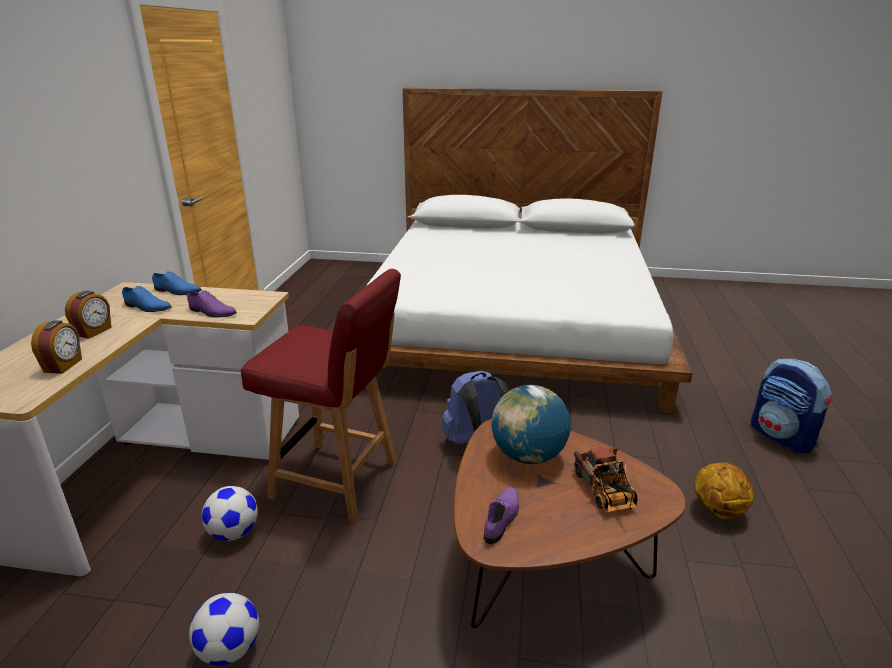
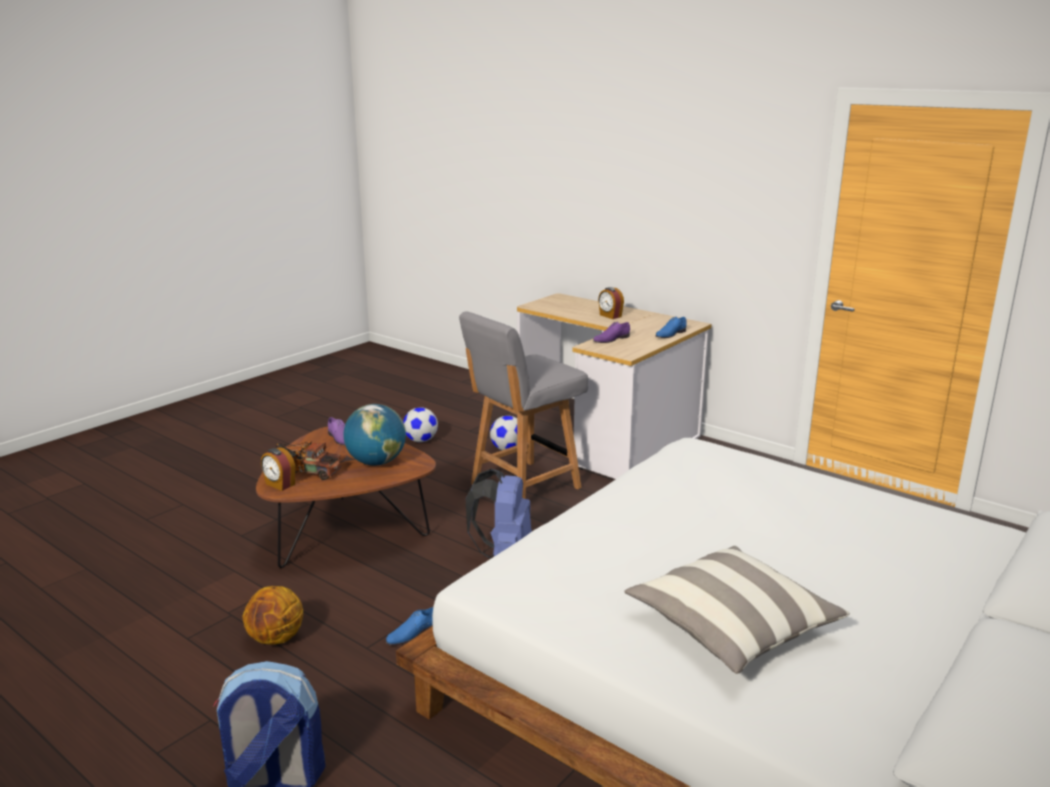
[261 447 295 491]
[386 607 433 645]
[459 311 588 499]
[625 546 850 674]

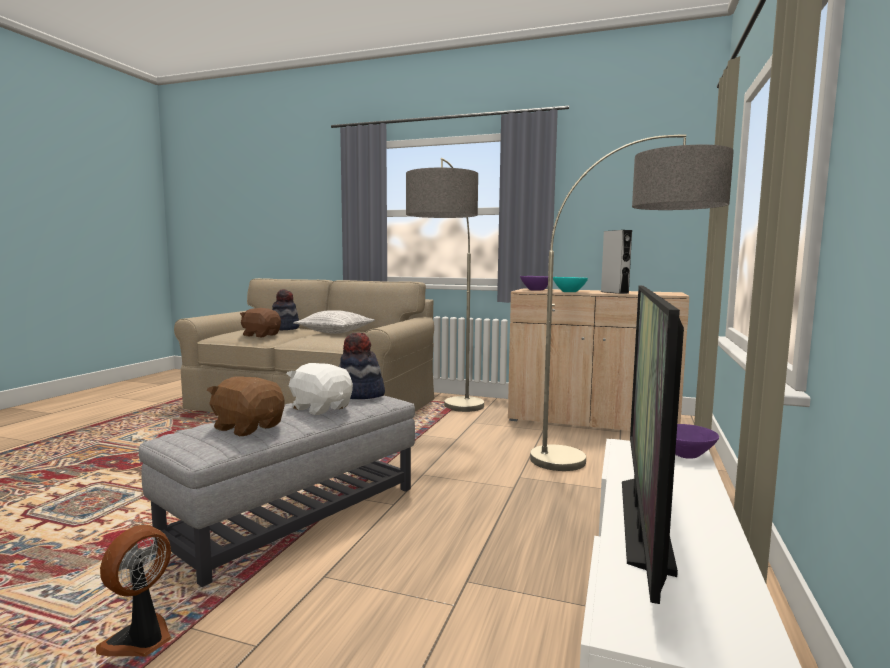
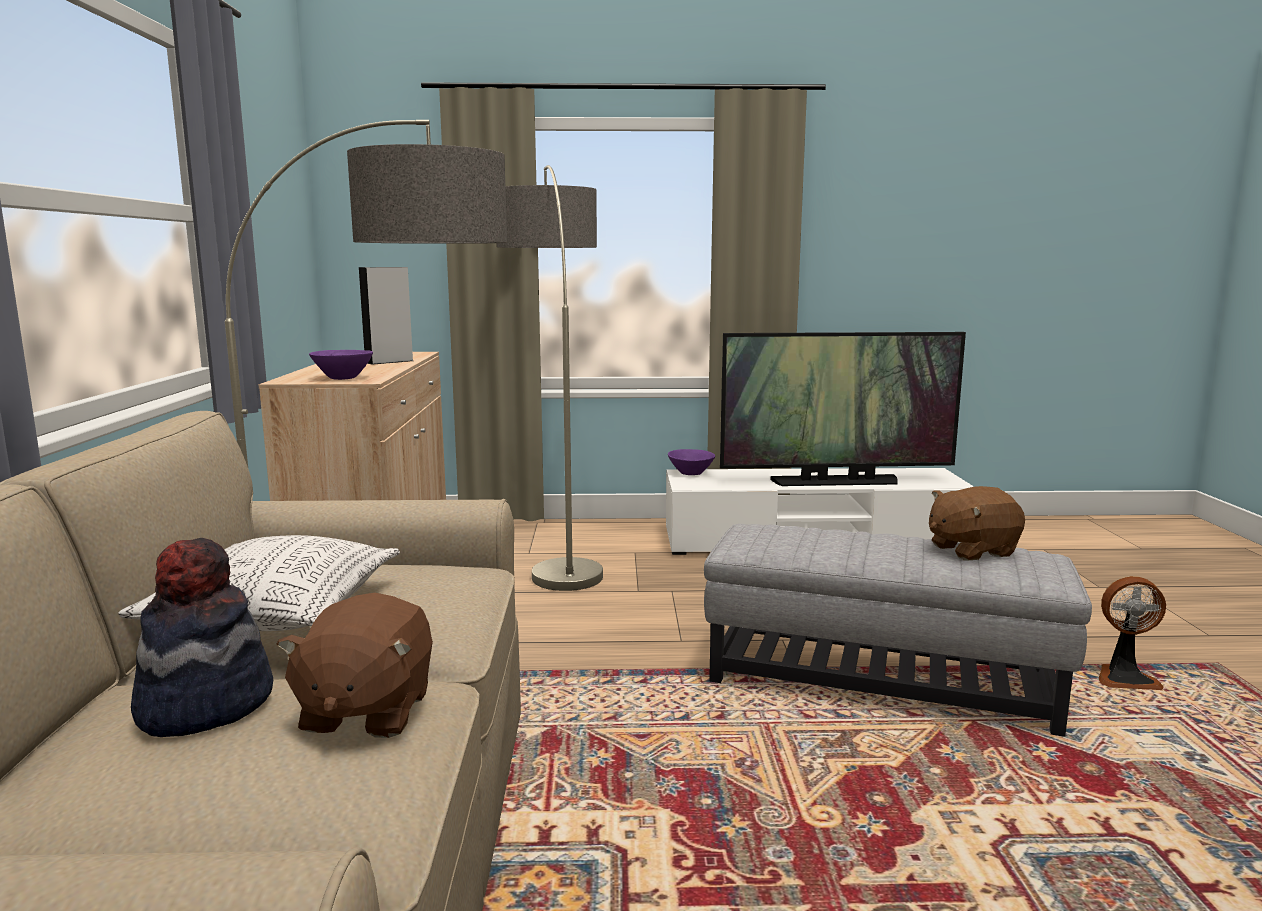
[929 486 1025 560]
[287 363 353 415] (first image)
[339 333 385 399] (first image)
[553 277 588 292] (first image)

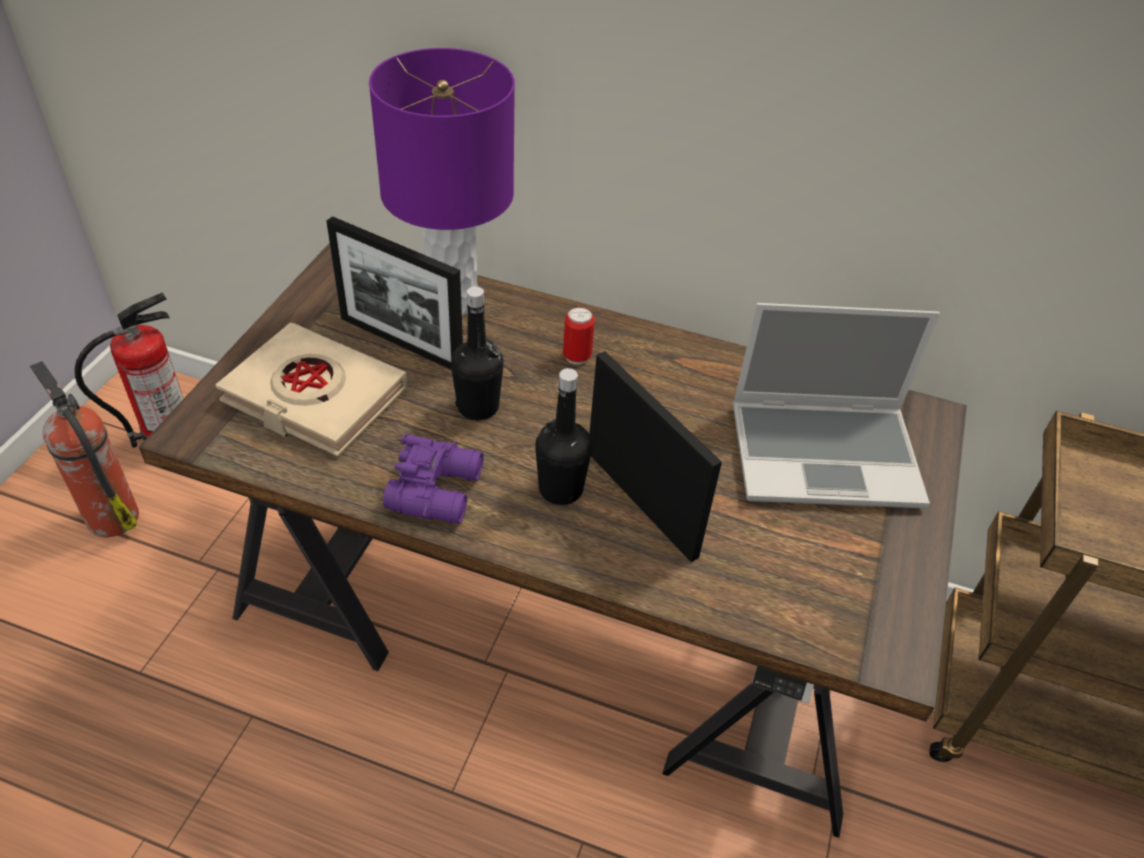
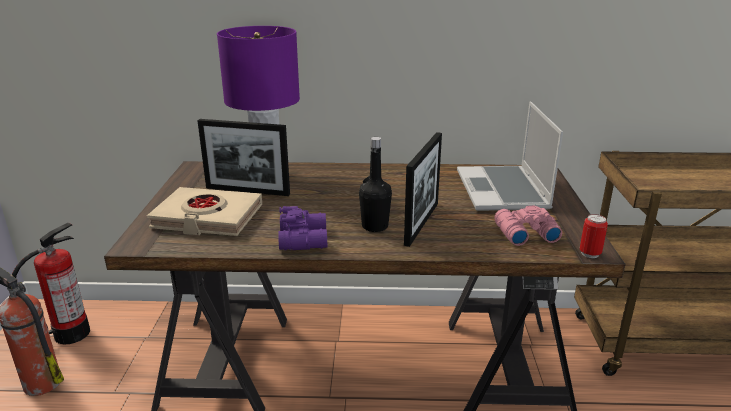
[451 286 504 420] (first image)
[580 214 608 258]
[404 132 442 247]
[457 101 563 211]
[494 205 562 246]

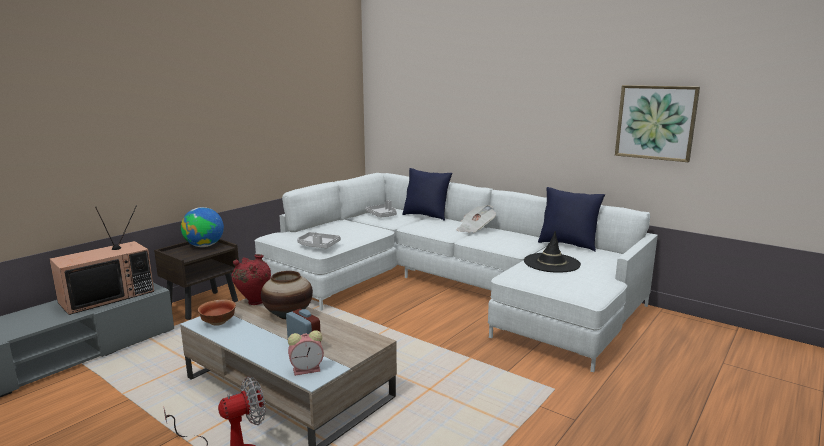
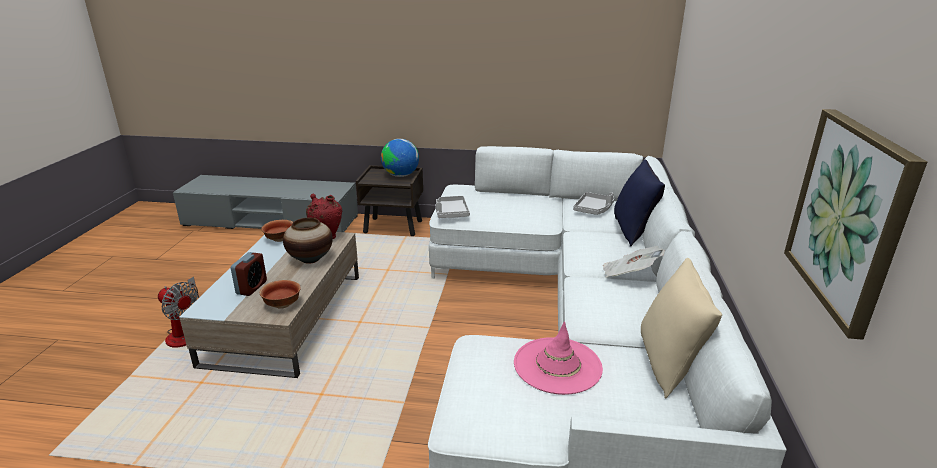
[49 205 154 315] (first image)
[288 330 324 376] (first image)
[514 321 603 395]
[641 258 722 398]
[260 280 301 309]

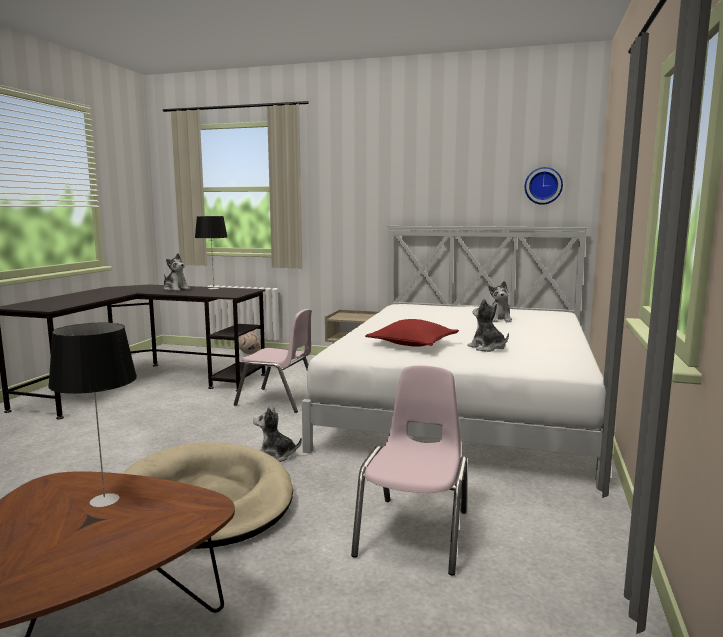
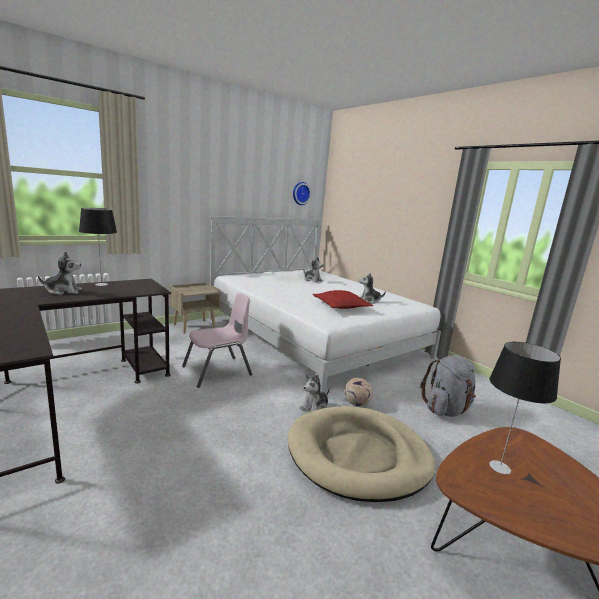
[344 378 373 406]
[420 355 476 417]

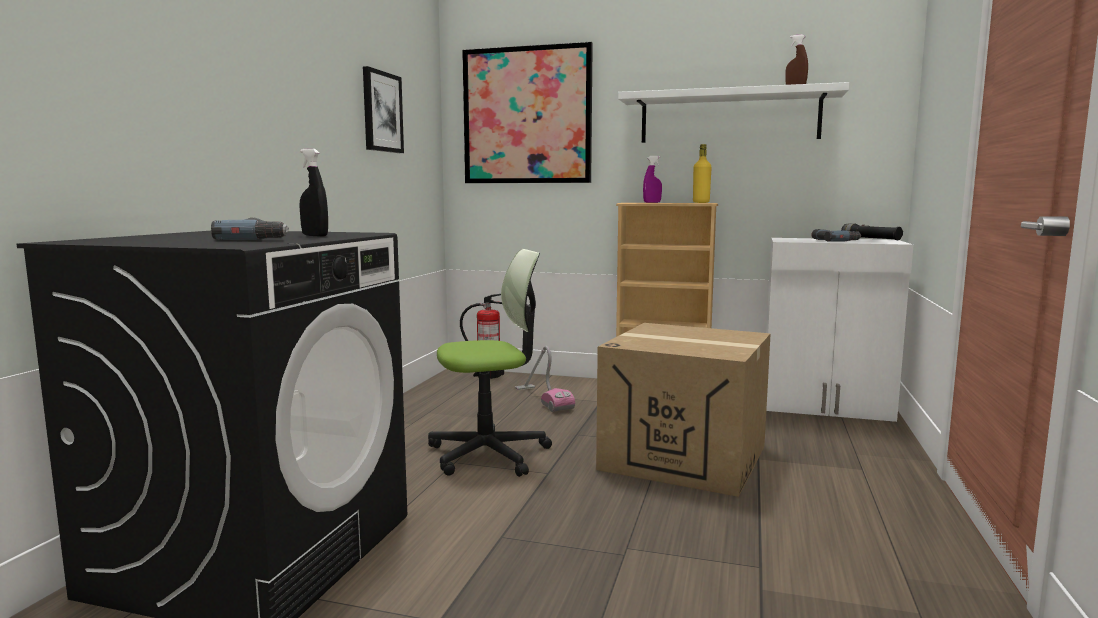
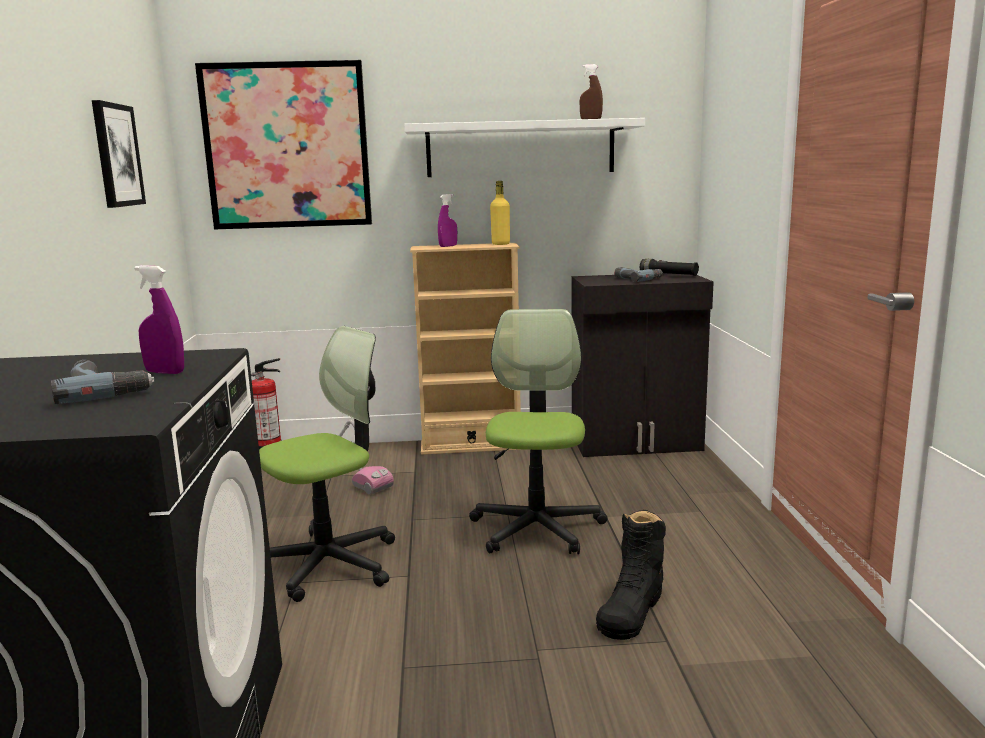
[134 265 184 374]
[469 309 607 554]
[572 273 713 457]
[596 510 666 640]

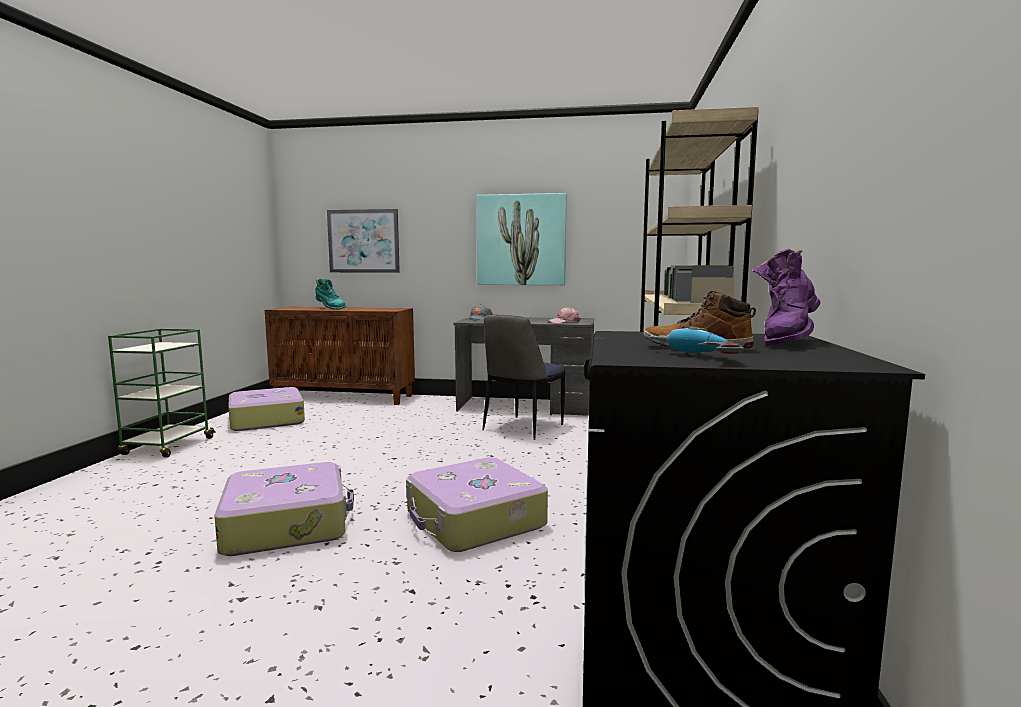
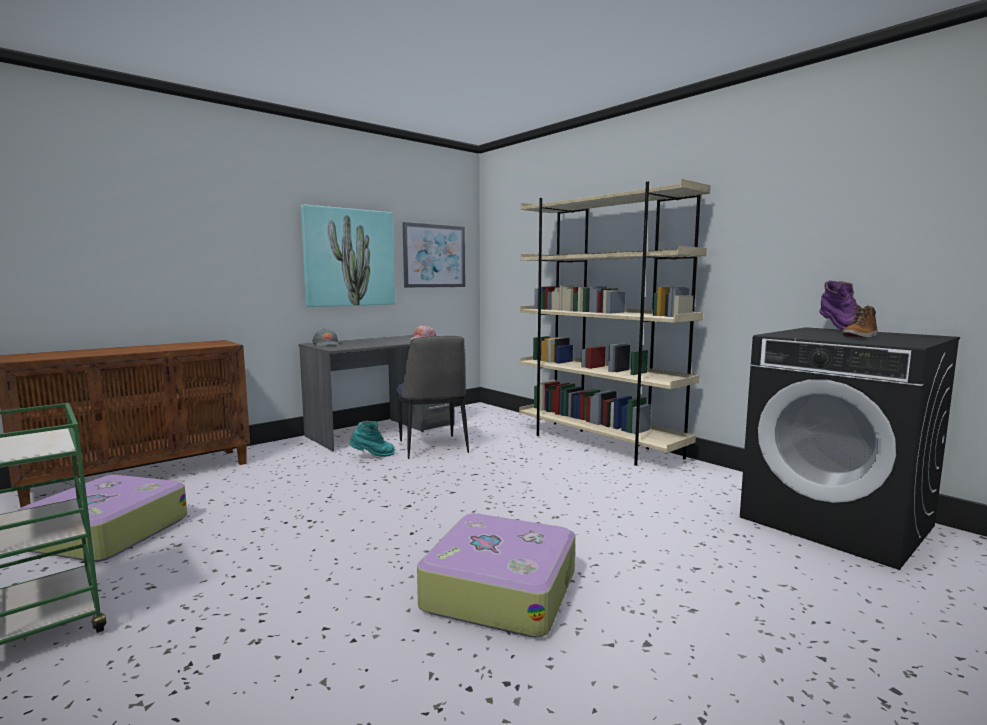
[349 421 395 457]
[402 222 465 288]
[406 457 548 552] (first image)
[650 326 745 355] (first image)

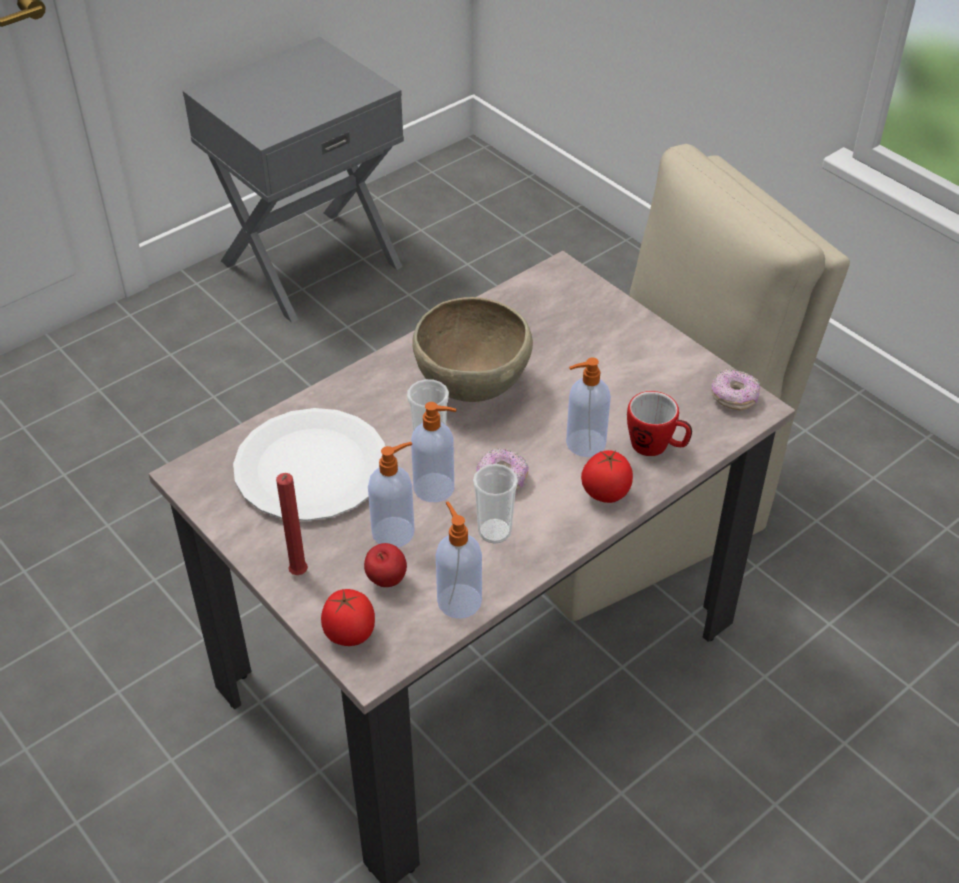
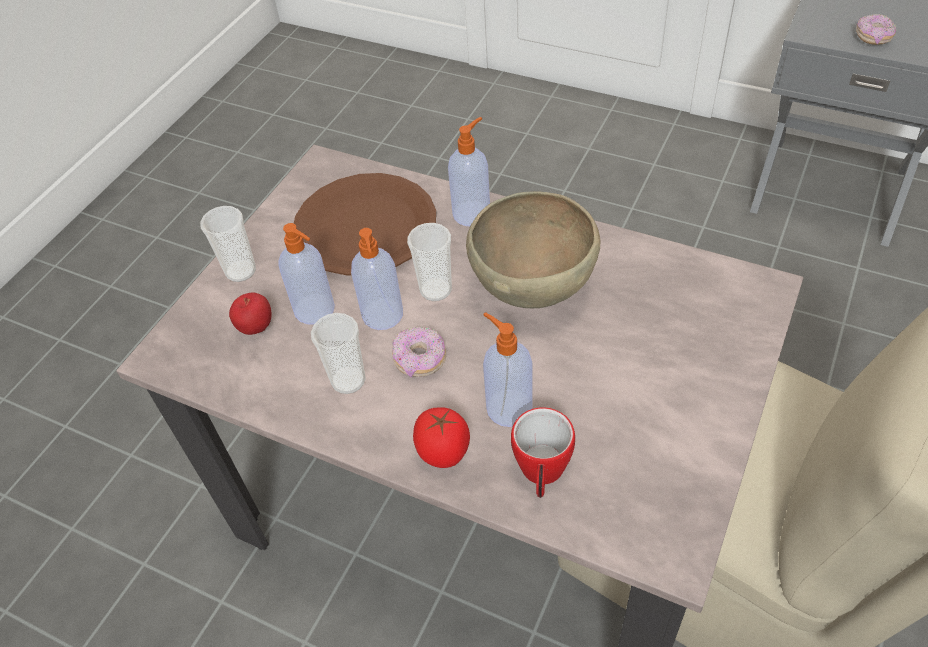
[294 173 436 276]
[200 206 256 282]
[321 589 375 646] (first image)
[448 117 490 226]
[856 14 896 45]

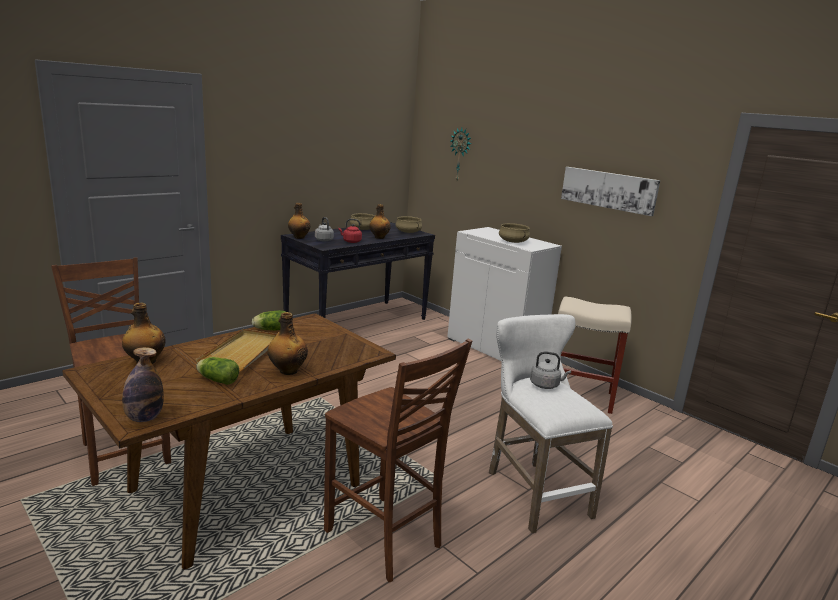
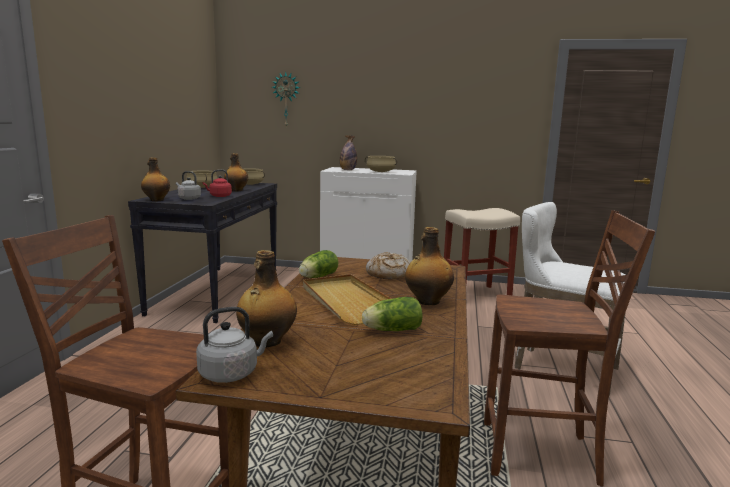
[340 136 357 170]
[196 307 273 383]
[561 167 660 216] (first image)
[366 252 411 280]

